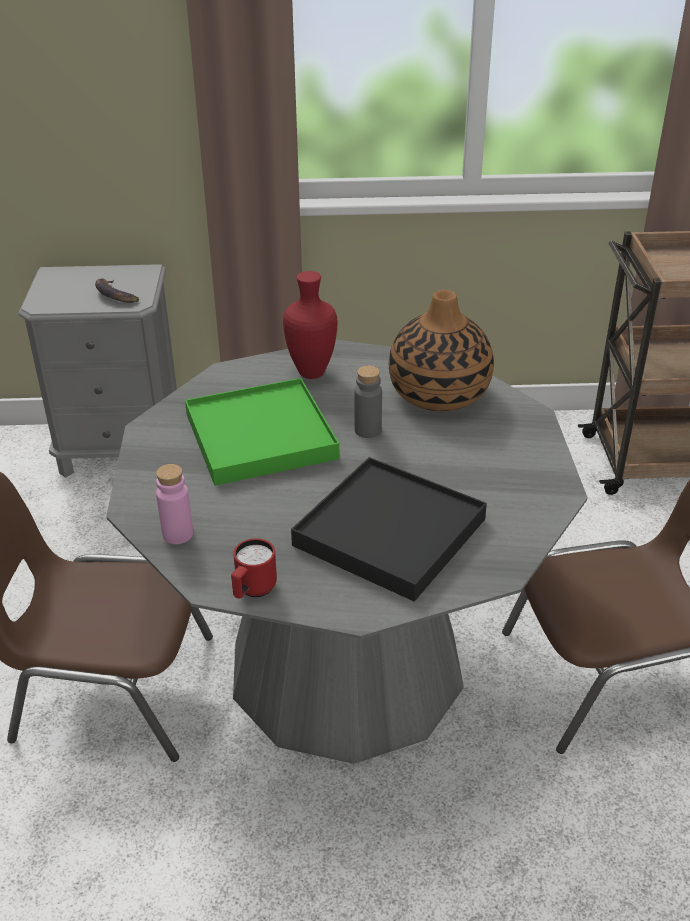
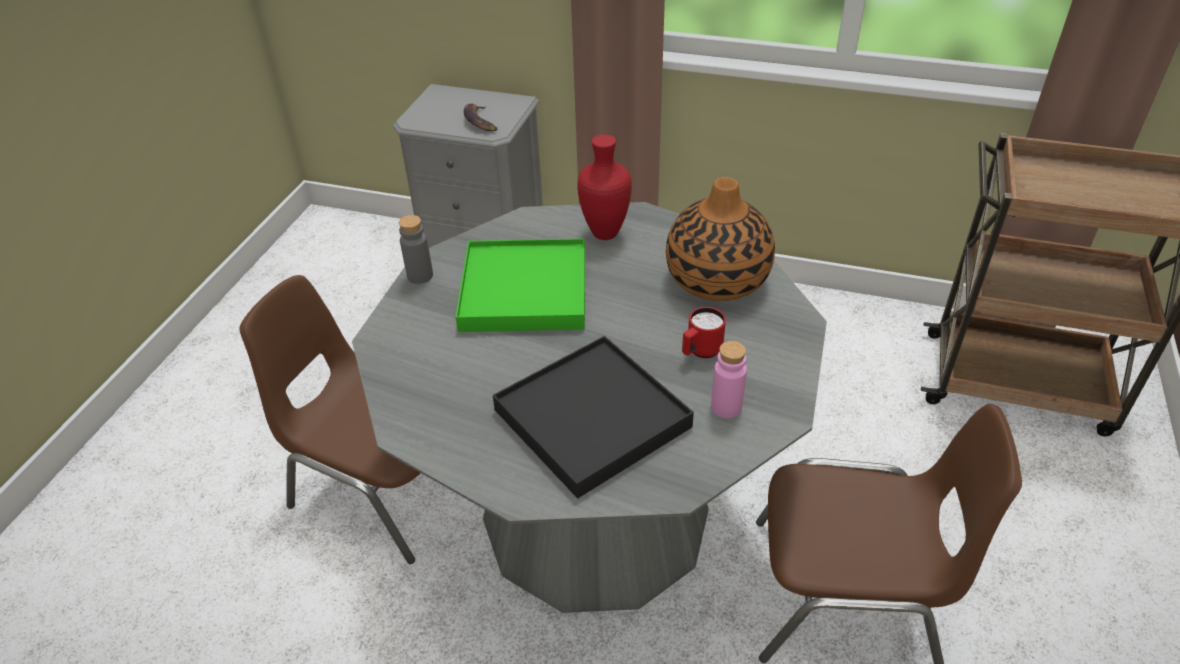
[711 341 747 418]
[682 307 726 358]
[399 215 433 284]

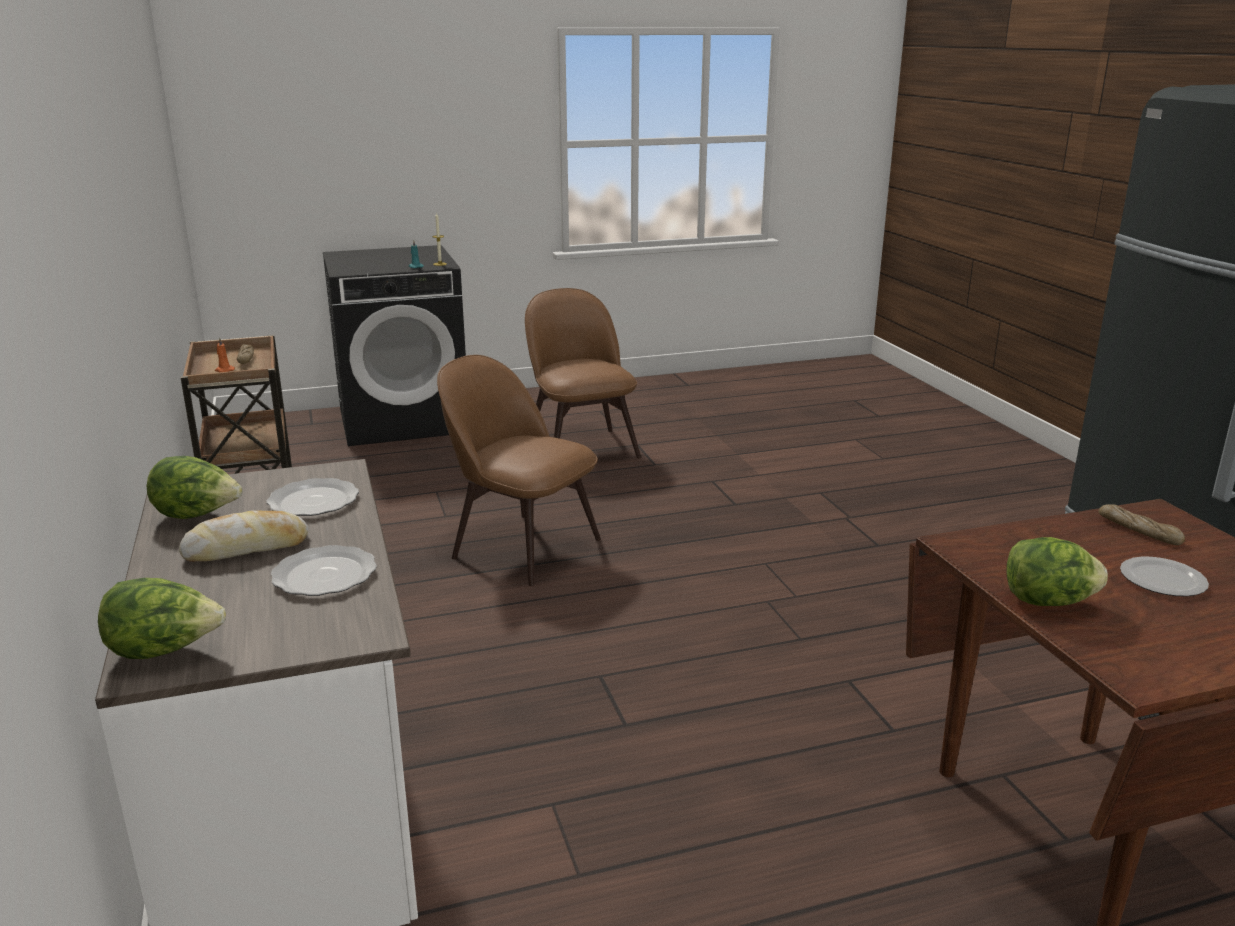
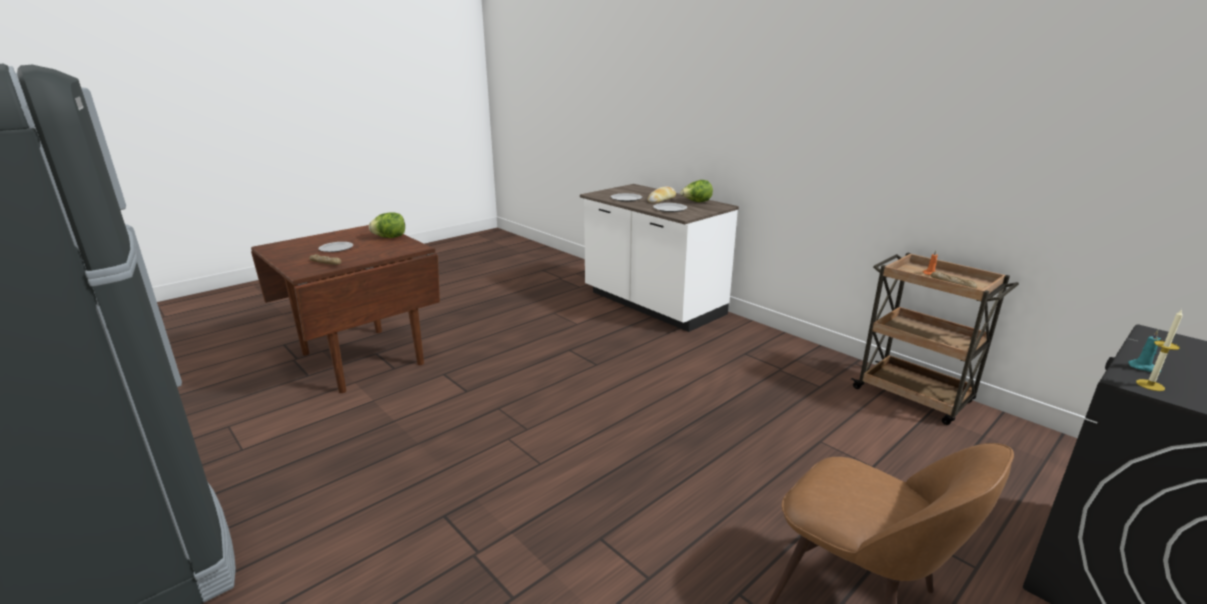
[98 578 226 659] (first image)
[437 355 601 586] (first image)

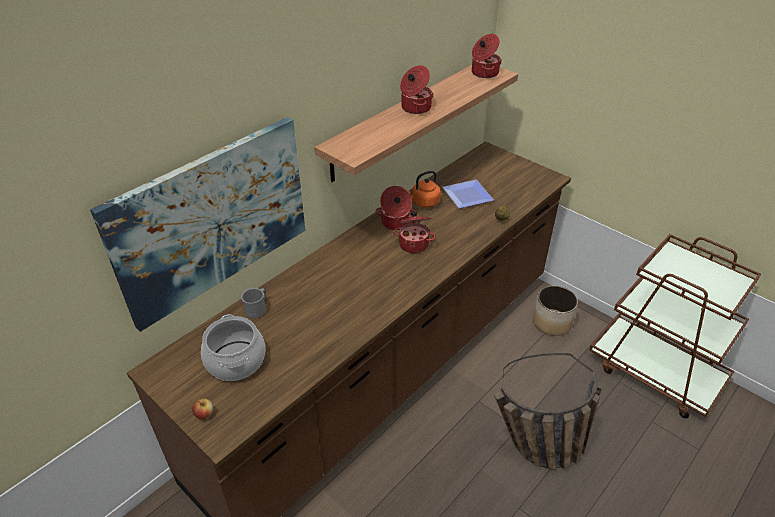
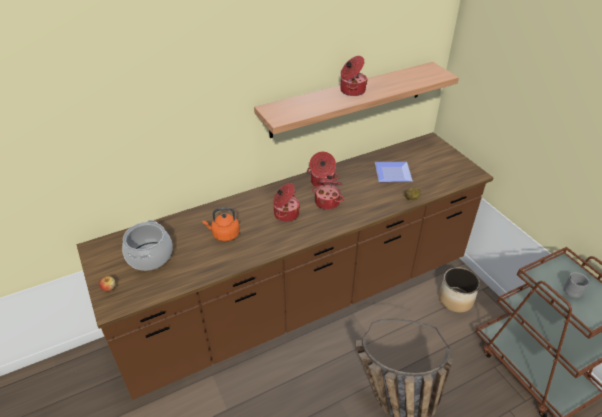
[90 117 305 332] (first image)
[563 272 589 298]
[202 207 240 241]
[273 183 300 222]

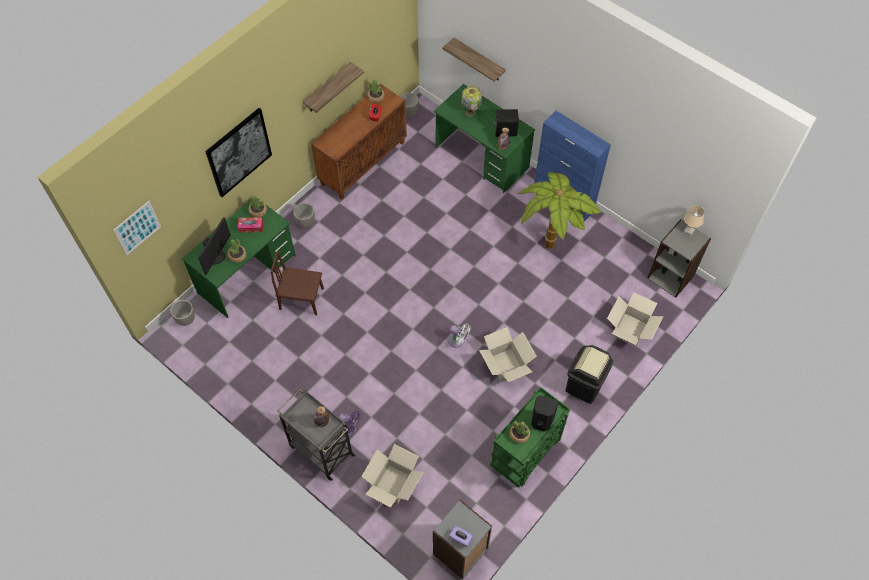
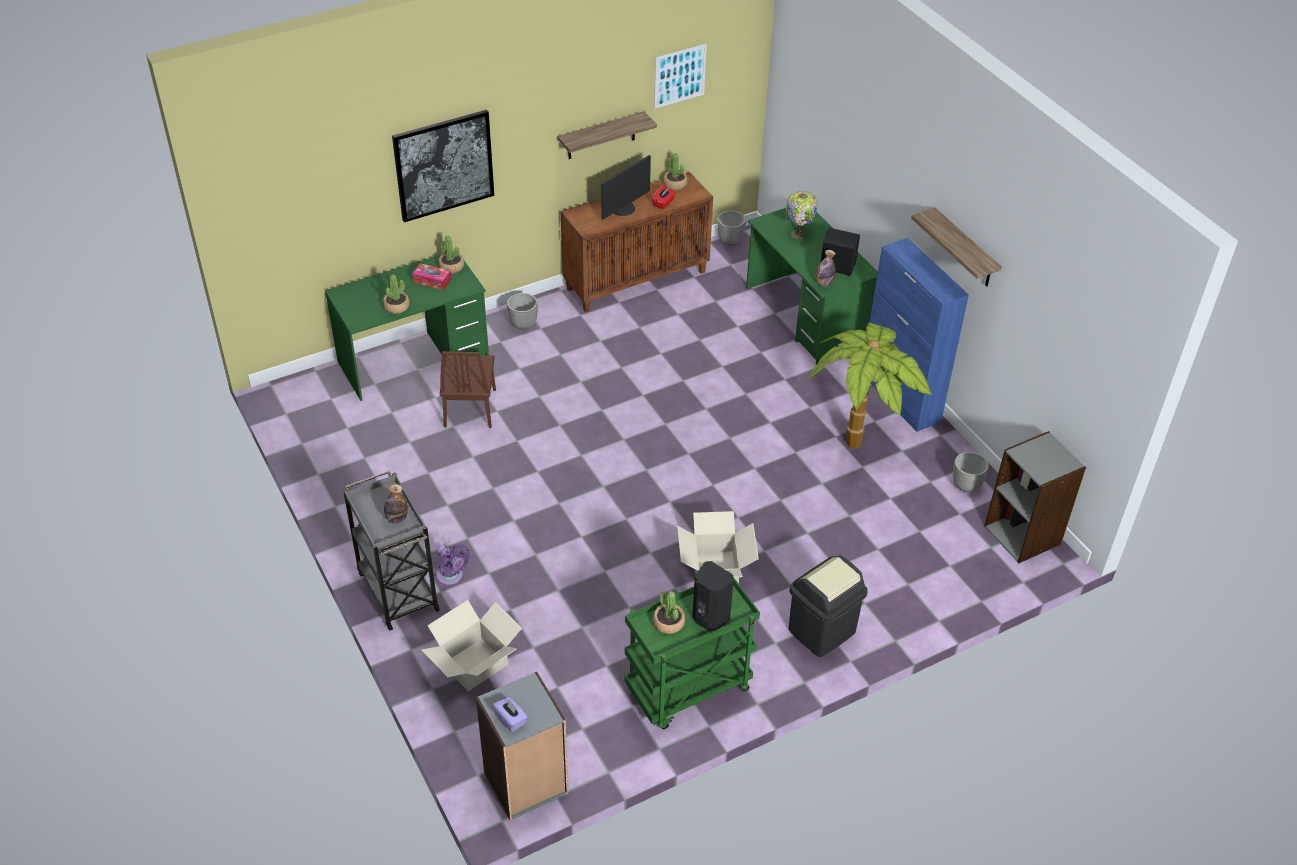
[654 44 707 108]
[953 452 989 492]
[601 155 651 220]
[440 351 496 428]
[911 208 1002 286]
[448 324 470 348] (first image)
[607 293 663 347] (first image)
[683 205 705 237] (first image)

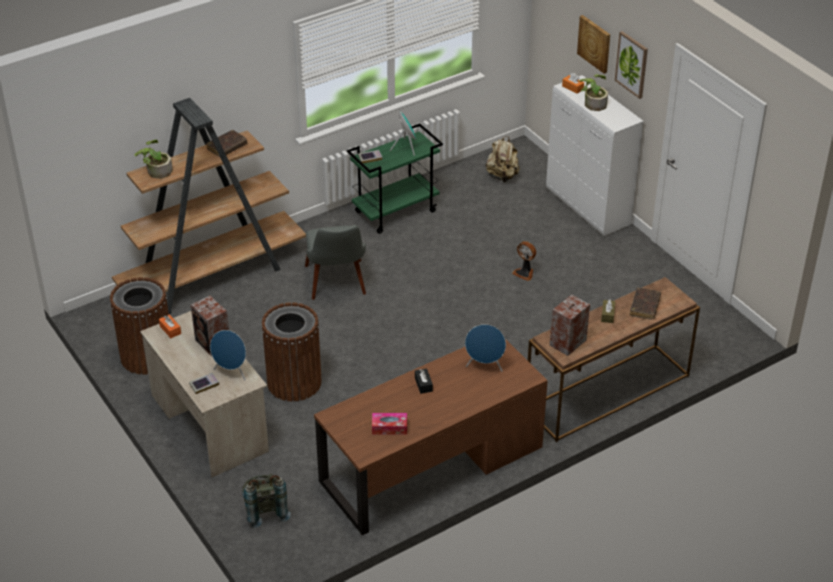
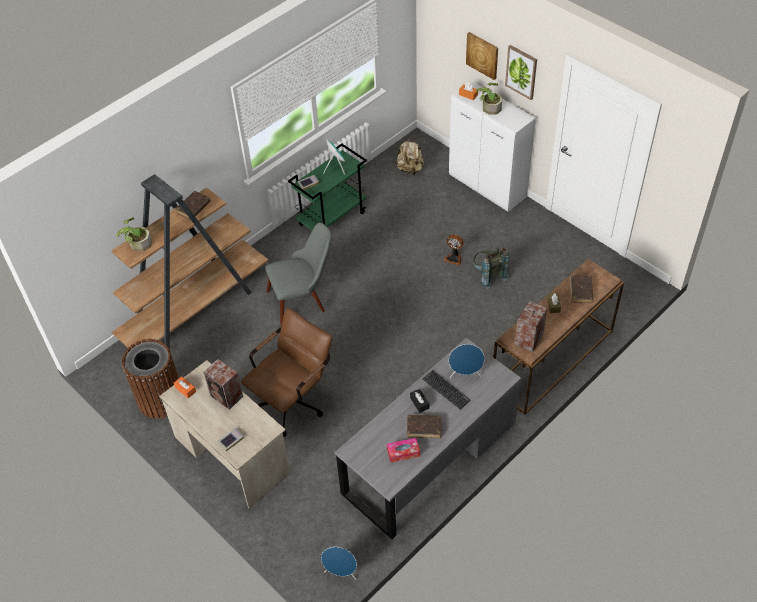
[321 547 357 579]
[472 248 510 289]
[241 308 332 437]
[265 222 332 326]
[335 338 521 539]
[407 415 441 438]
[423 370 471 410]

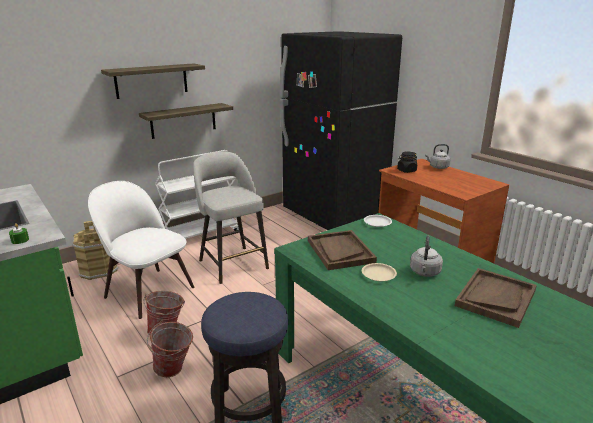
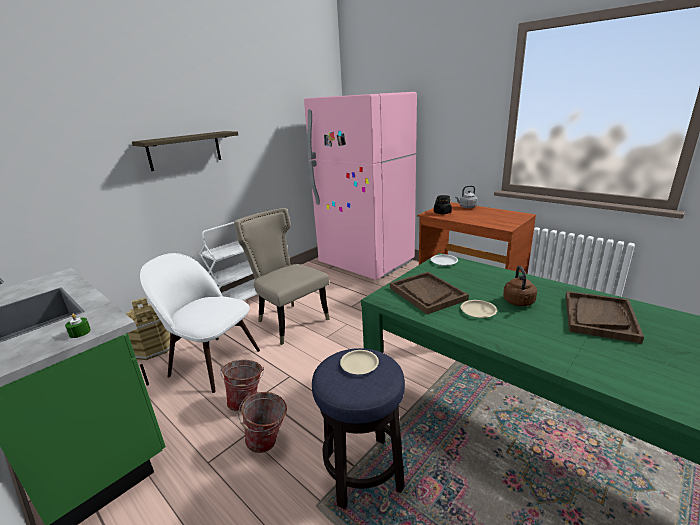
[139 103 233 139] (first image)
[234 208 330 345]
[304 92 417 280]
[503 266 537 306]
[340 350 379 374]

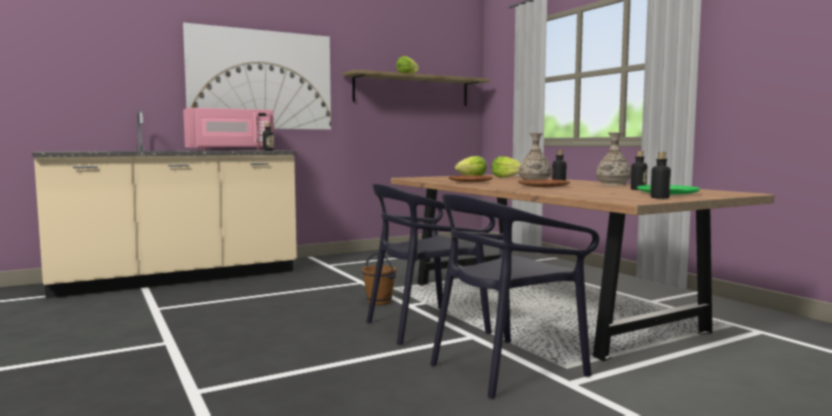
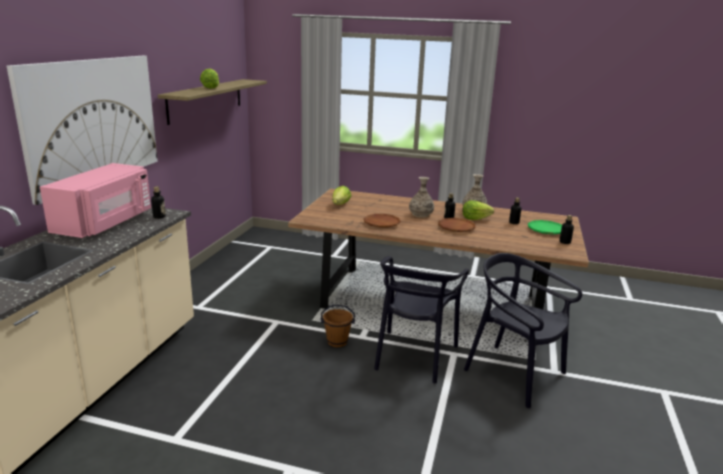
[464 253 582 408]
[462 200 494 220]

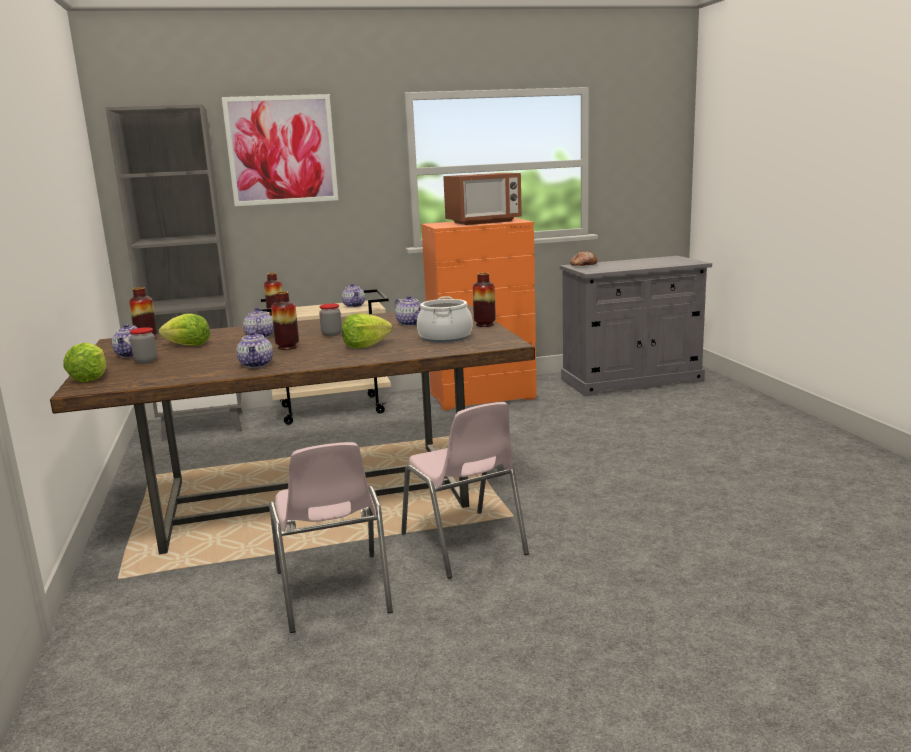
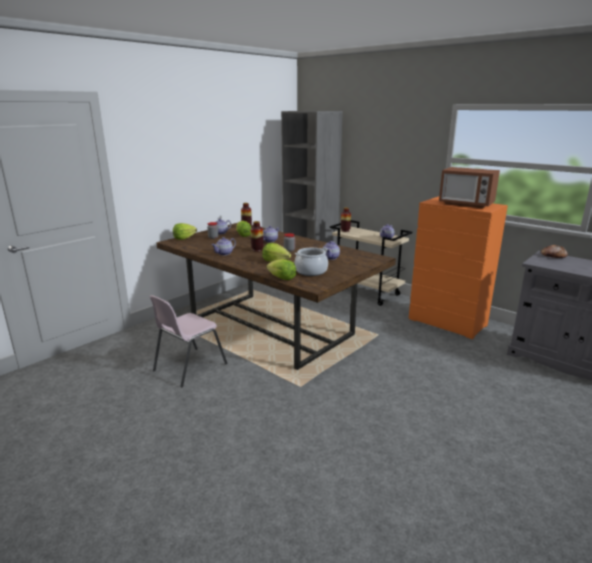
[222 94 338 206] (first image)
[401 402 529 578] (first image)
[473 273 496 327] (first image)
[266 259 296 280]

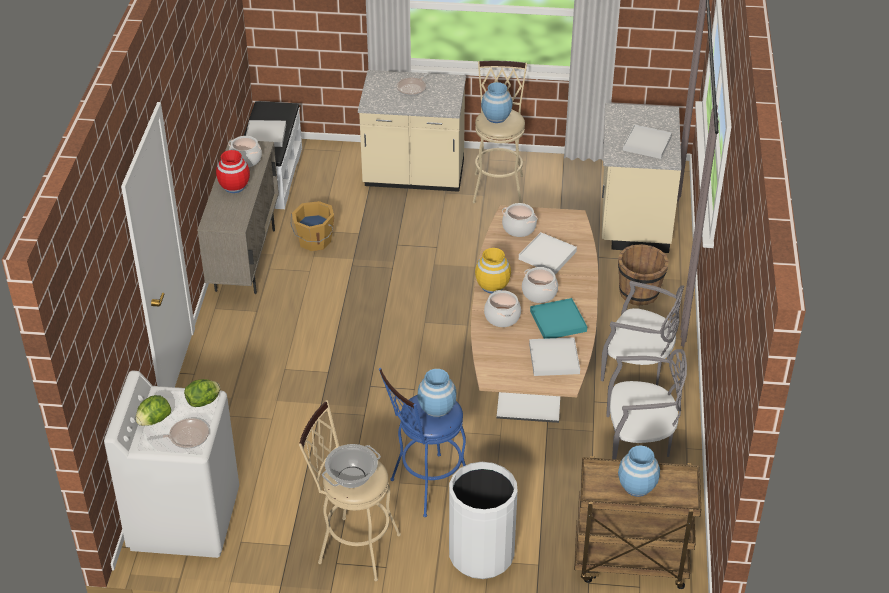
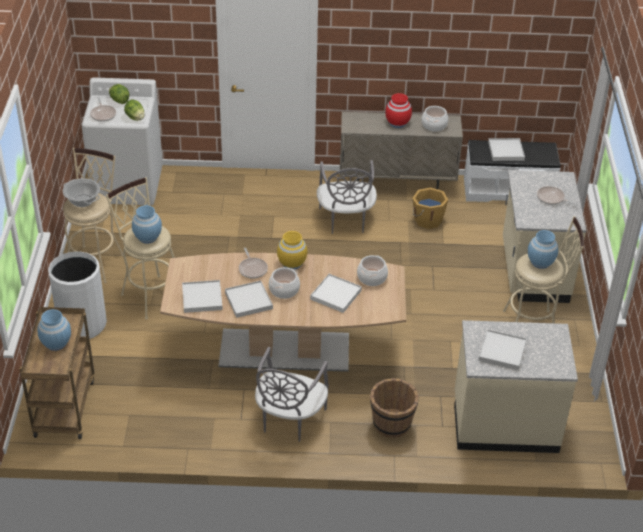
[106 177 174 319]
[239 248 268 279]
[225 280 273 318]
[317 160 377 234]

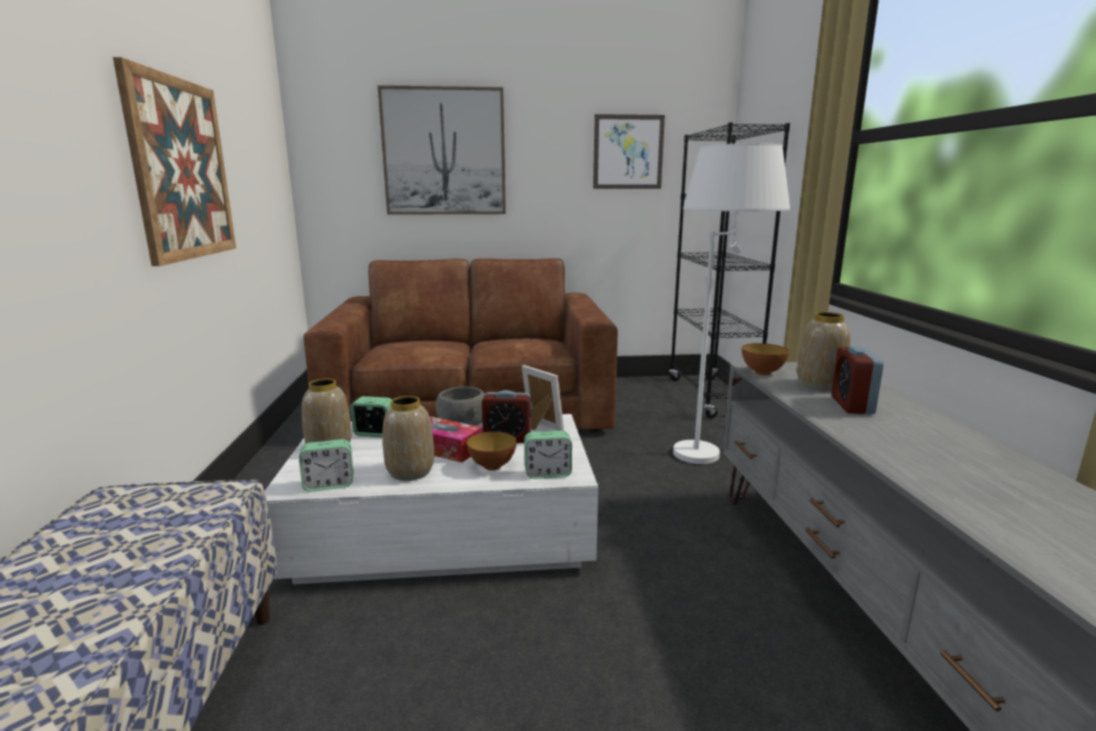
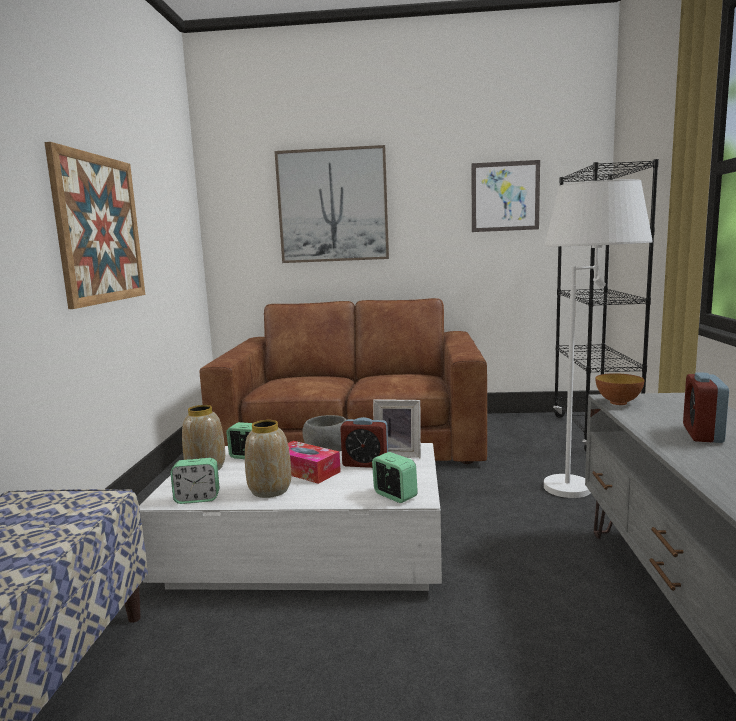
[467 431 517 470] (first image)
[373 399 421 458]
[372 452 418 503]
[797 312 851 391] (first image)

